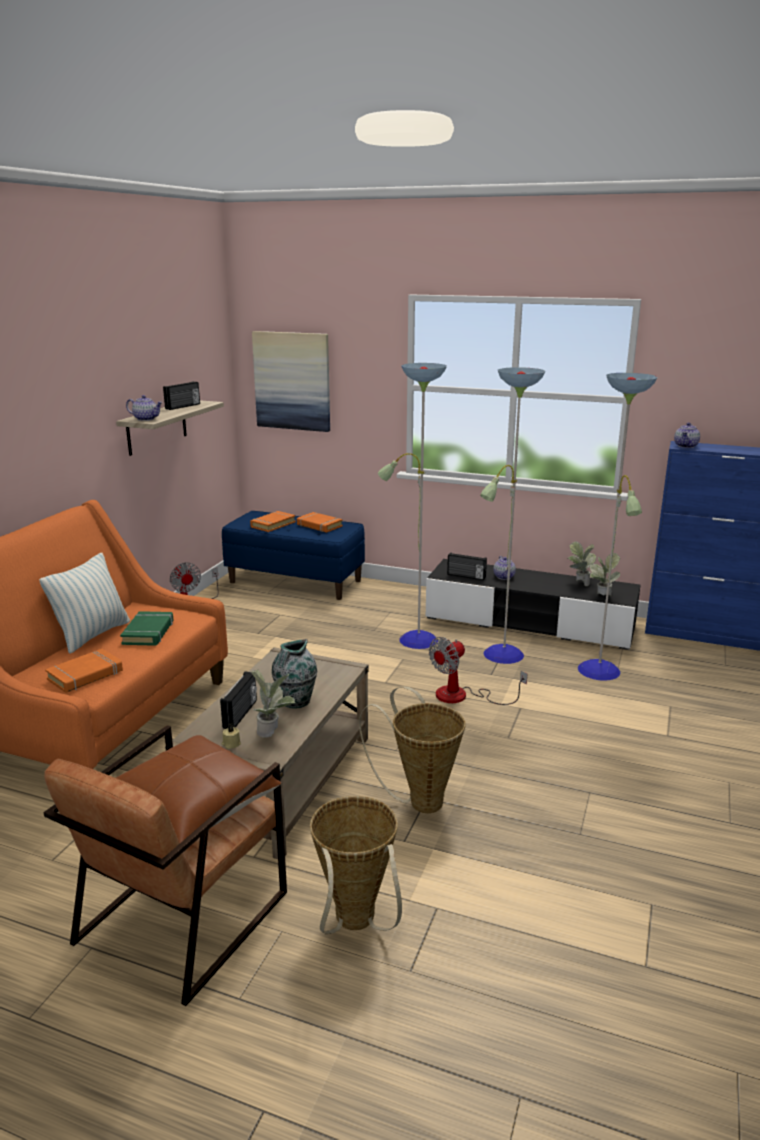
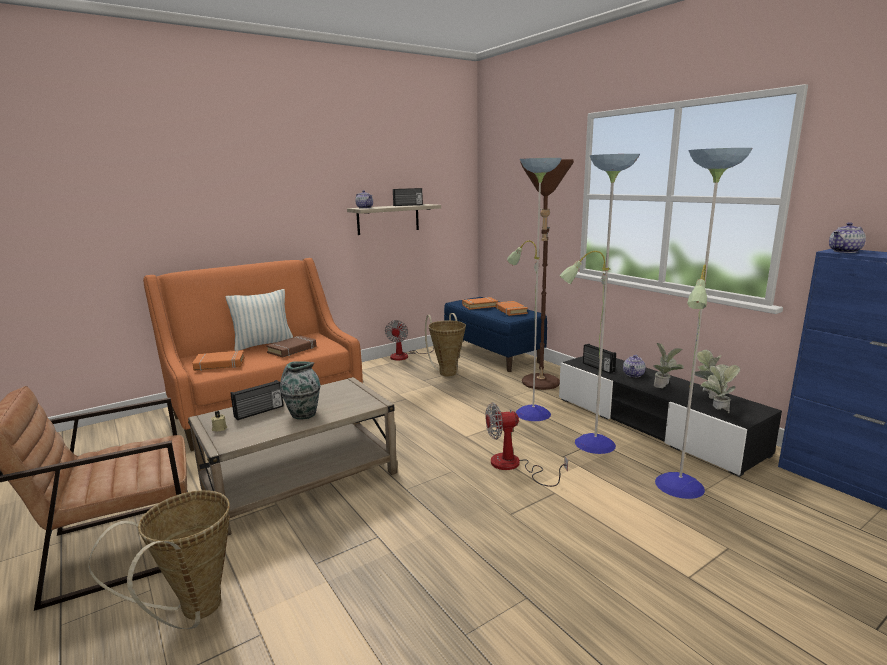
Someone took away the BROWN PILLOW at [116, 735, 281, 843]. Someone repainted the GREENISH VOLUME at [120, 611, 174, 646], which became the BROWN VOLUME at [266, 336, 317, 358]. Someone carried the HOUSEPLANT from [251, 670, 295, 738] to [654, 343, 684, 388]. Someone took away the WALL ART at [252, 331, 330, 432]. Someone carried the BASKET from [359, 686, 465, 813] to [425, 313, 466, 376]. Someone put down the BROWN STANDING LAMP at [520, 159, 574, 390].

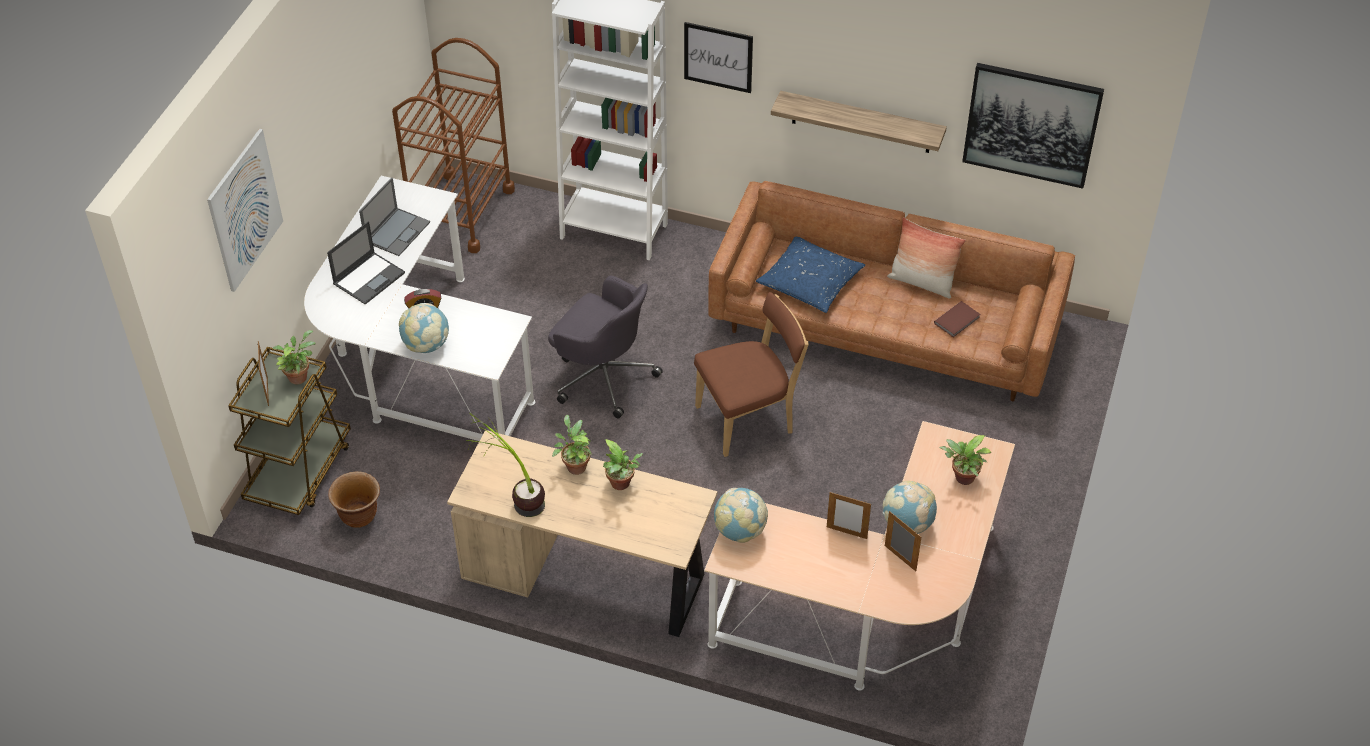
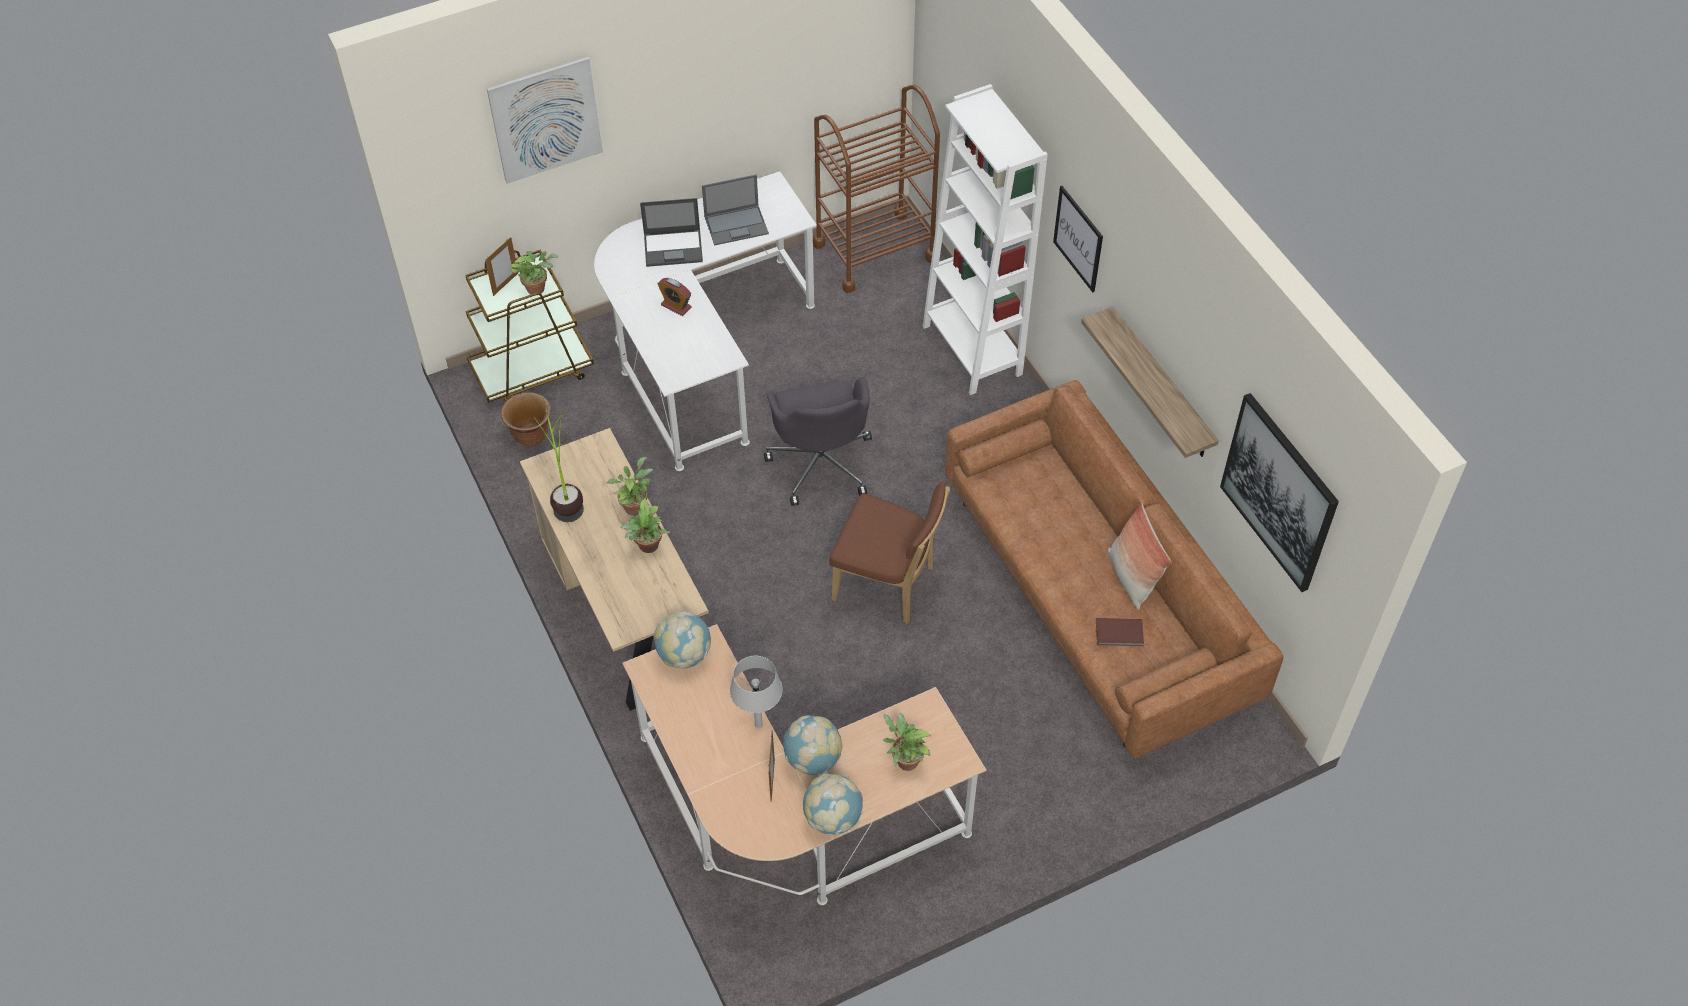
Someone carried the DESK GLOBE from [399, 303, 449, 353] to [803, 774, 863, 836]. Someone took away the BLUISH PILLOW at [756, 237, 865, 313]. Someone swapped the PICTURE FRAME at [827, 492, 871, 539] for the GREY LAMP FOR A TABLE at [730, 656, 783, 728].

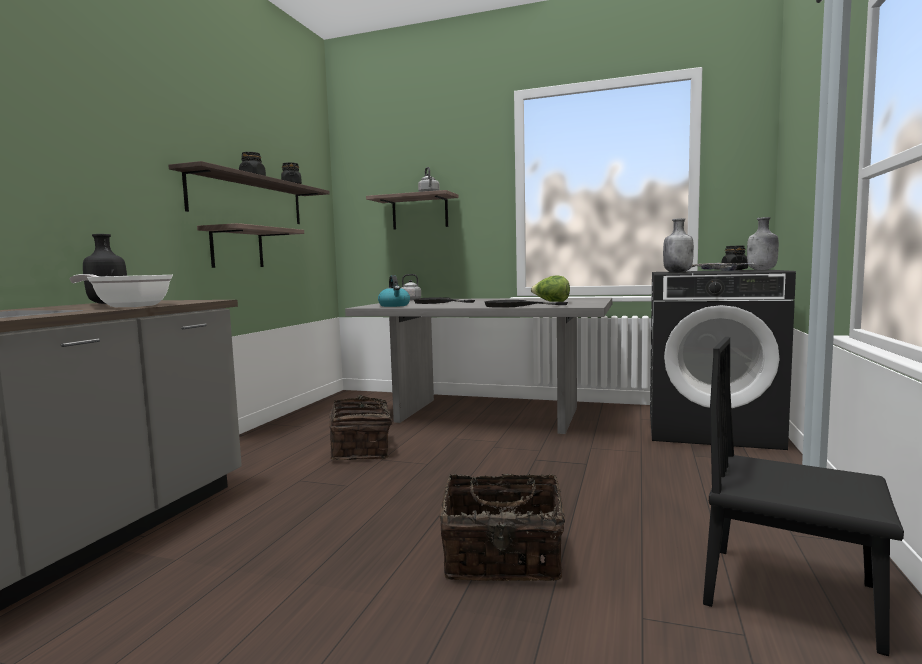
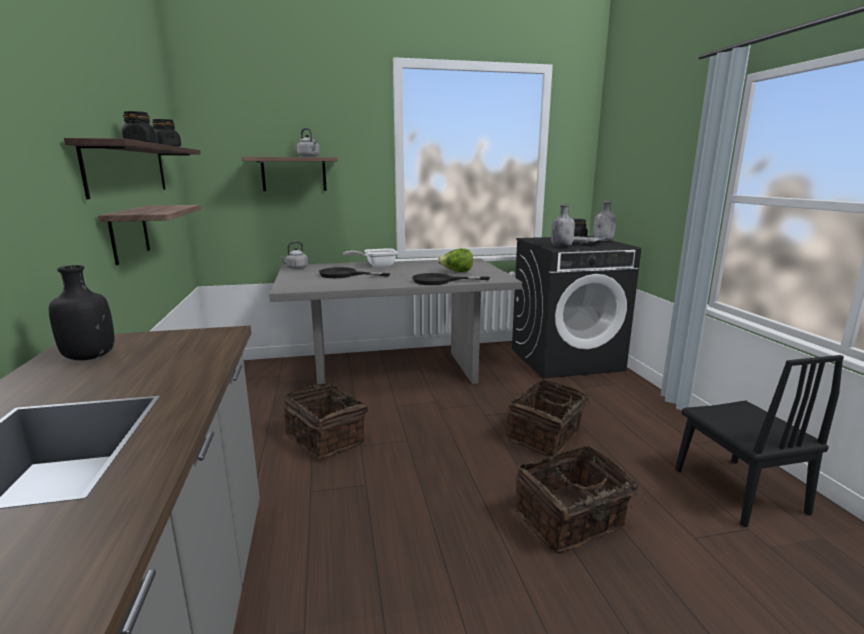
Someone carried the SKILLET from [69, 274, 173, 307] to [343, 248, 398, 268]. Someone took away the KETTLE at [378, 275, 410, 307]. Someone rotated the BLACK CHAIR at [703, 337, 904, 656] by 105 degrees counterclockwise. Someone put down the BASKET at [506, 380, 601, 458].

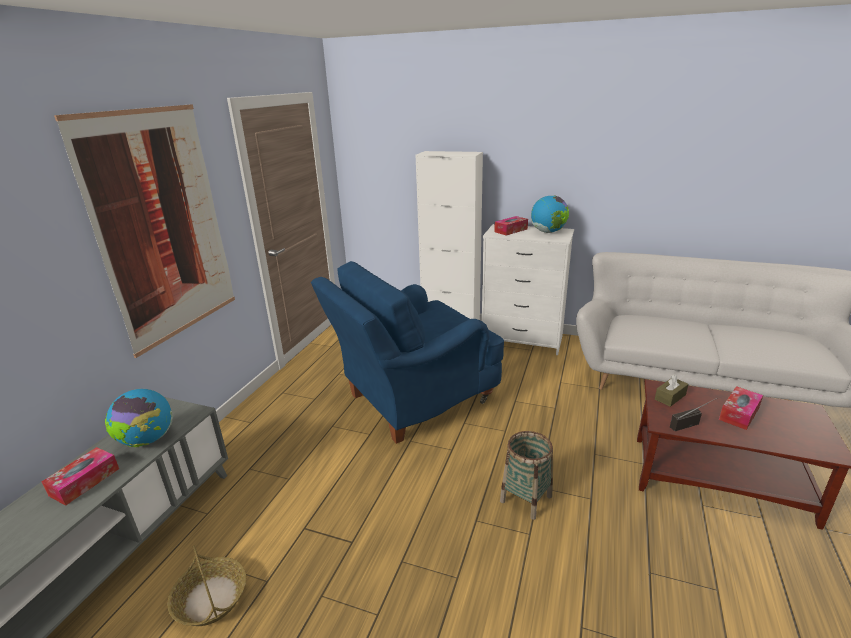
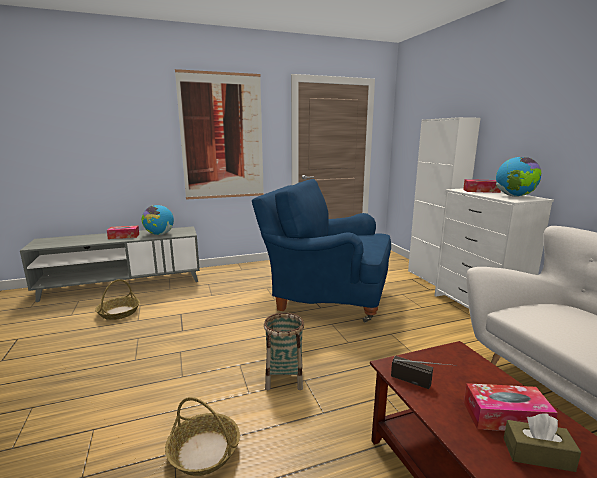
Someone carried the BROWN TISSUE HOLDER from [655, 374, 688, 407] to [504, 413, 581, 472]. Someone put down the BASKET at [165, 397, 240, 476].

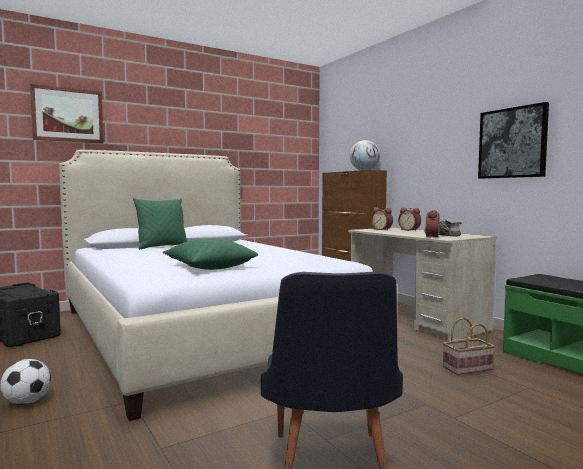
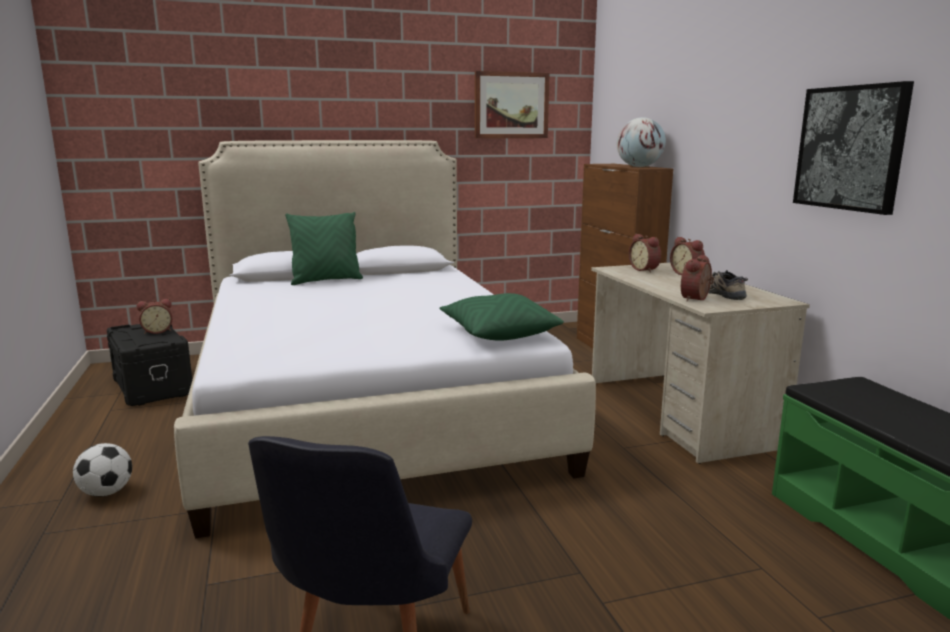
Someone carried the WALL ART from [30, 84, 104, 144] to [475, 71, 549, 138]. Someone carried the GREENISH PILLOW from [163, 238, 258, 270] to [439, 293, 564, 341]. Someone took away the BASKET at [443, 317, 494, 375]. Someone put down the TABLE CLOCK at [137, 299, 172, 334].

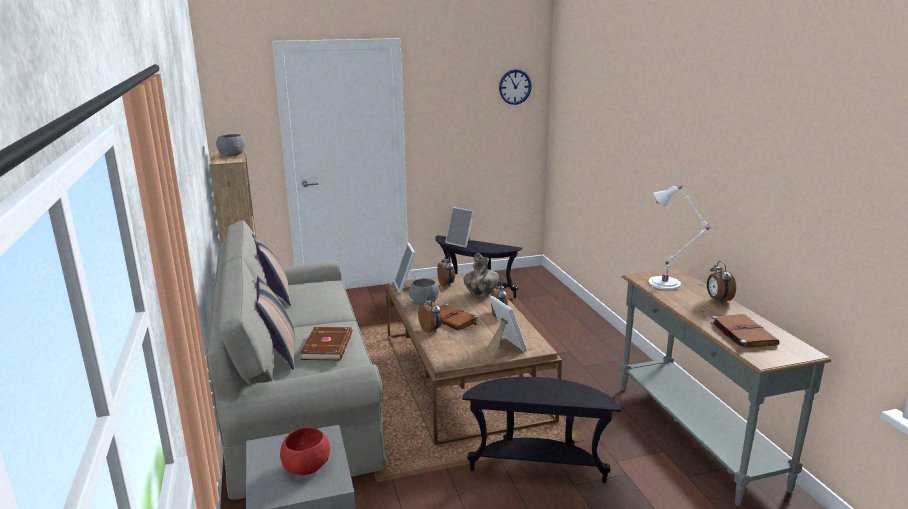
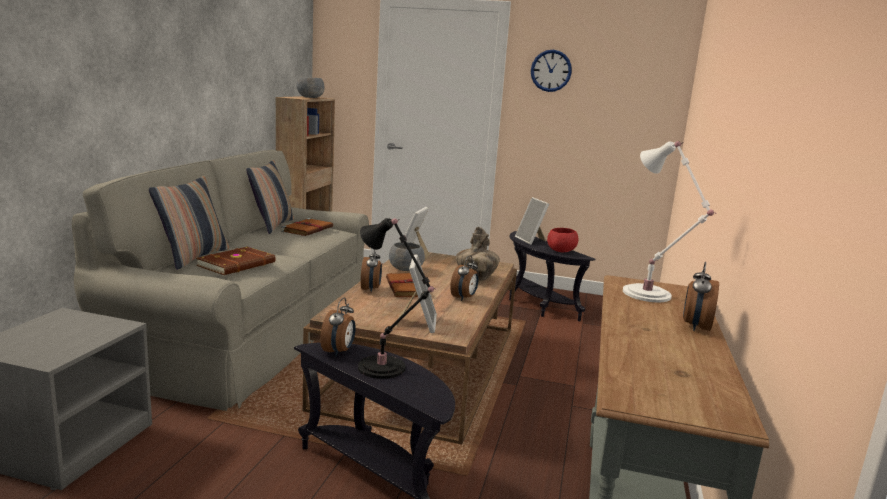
Someone carried the RED BOWL from [280, 427, 330, 475] to [547, 228, 579, 252]. Someone carried the TABLE CLOCK from [437, 254, 455, 287] to [320, 298, 356, 356]. Someone carried the HANGING CLOCK from [499, 69, 532, 105] to [531, 50, 572, 92]. Someone carried the BROWN VOLUME from [711, 314, 779, 349] to [281, 218, 333, 236]. Someone put down the BLACK LAMP FOR A TABLE at [358, 218, 436, 379].

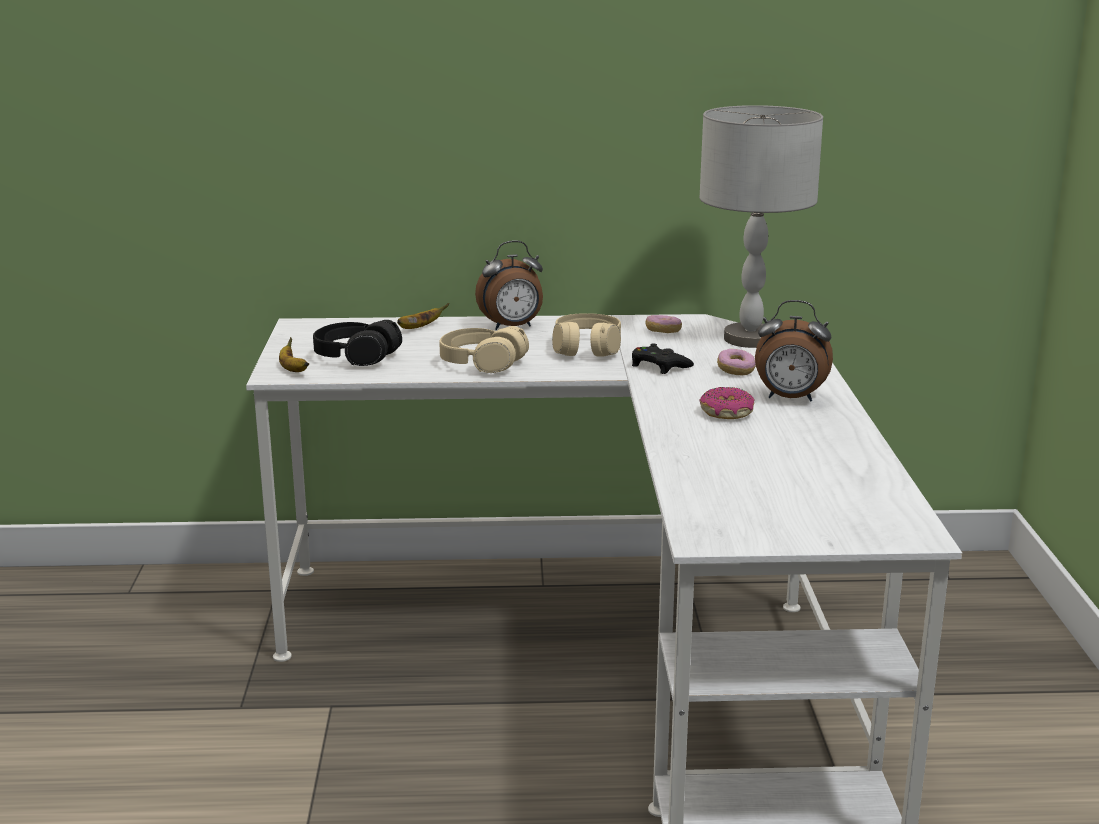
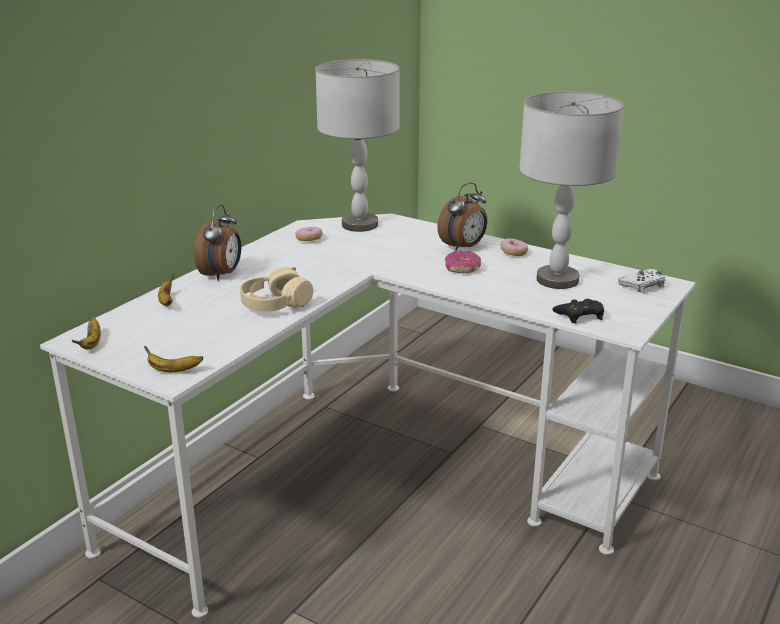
Someone took away the BLACK HEADPHONES at [313, 320, 402, 366]. Someone took away the BEIGE-COLOURED HEADPHONES at [552, 313, 621, 357]. Someone carried the BLACK GAMEPAD from [632, 343, 694, 374] to [553, 299, 604, 324]. Someone carried the DONUT from [717, 349, 756, 375] to [501, 238, 528, 256]. Someone put down the BANANA FRUIT at [72, 317, 101, 349]. Someone put down the GREY LAMP FOR A TABLE at [519, 91, 624, 289]. Someone put down the WHITE-COLOURED GAMEPAD at [618, 269, 666, 293].

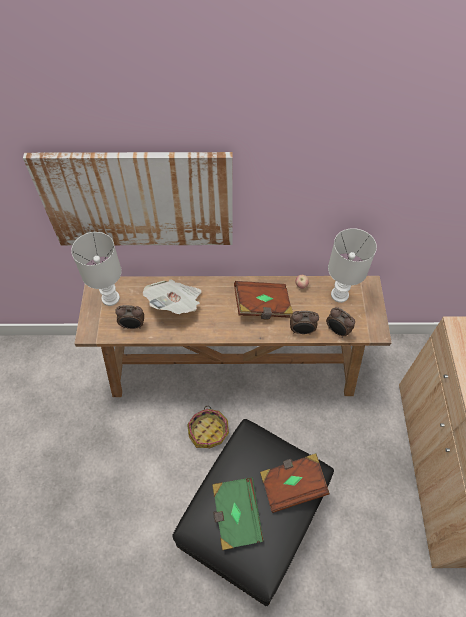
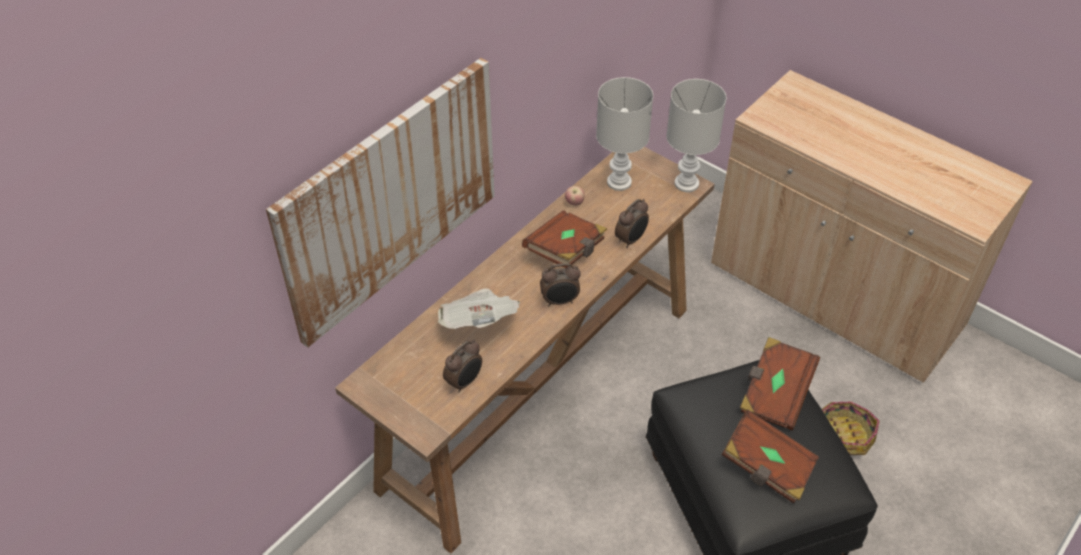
Someone carried the WHITE-COLOURED LAMP FOR A TABLE from [71, 232, 122, 306] to [666, 79, 726, 192]. Someone carried the BASKET from [187, 406, 229, 448] to [822, 402, 880, 455]. Someone repainted the GREENISH VOLUME at [212, 477, 264, 550], which became the BROWN VOLUME at [722, 410, 819, 503]. Someone carried the TABLE CLOCK from [326, 307, 355, 338] to [540, 263, 581, 306].

